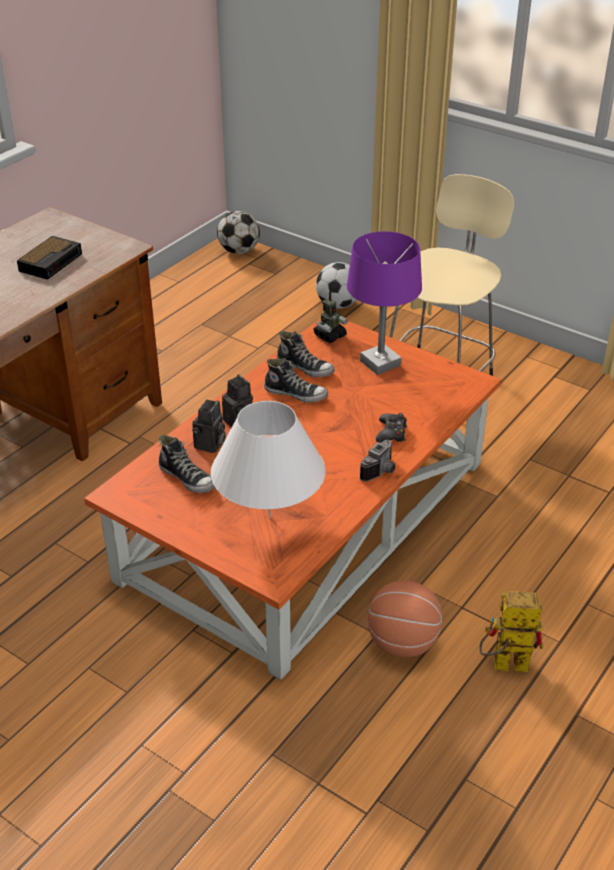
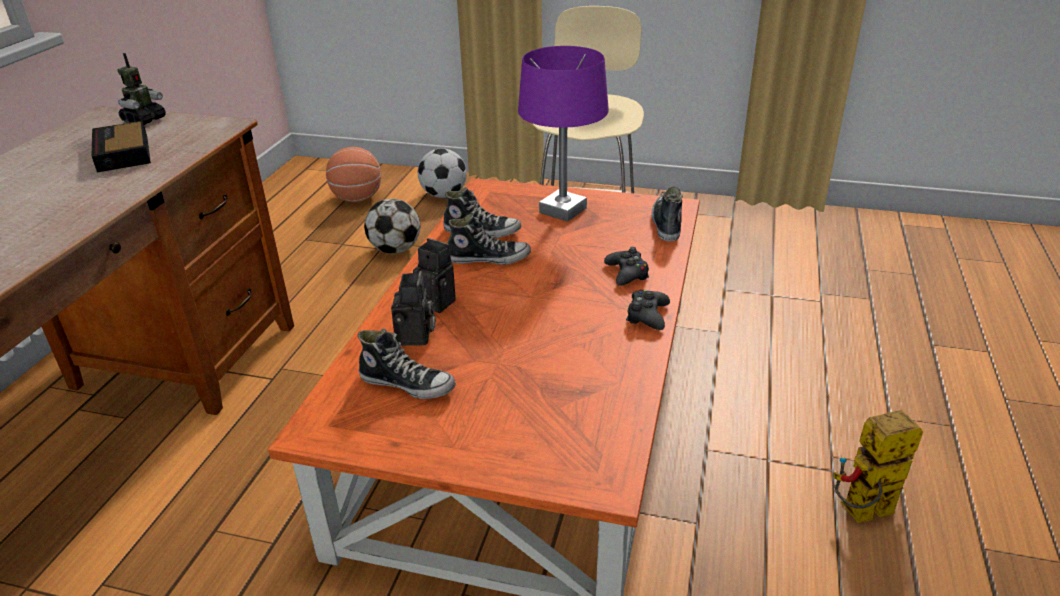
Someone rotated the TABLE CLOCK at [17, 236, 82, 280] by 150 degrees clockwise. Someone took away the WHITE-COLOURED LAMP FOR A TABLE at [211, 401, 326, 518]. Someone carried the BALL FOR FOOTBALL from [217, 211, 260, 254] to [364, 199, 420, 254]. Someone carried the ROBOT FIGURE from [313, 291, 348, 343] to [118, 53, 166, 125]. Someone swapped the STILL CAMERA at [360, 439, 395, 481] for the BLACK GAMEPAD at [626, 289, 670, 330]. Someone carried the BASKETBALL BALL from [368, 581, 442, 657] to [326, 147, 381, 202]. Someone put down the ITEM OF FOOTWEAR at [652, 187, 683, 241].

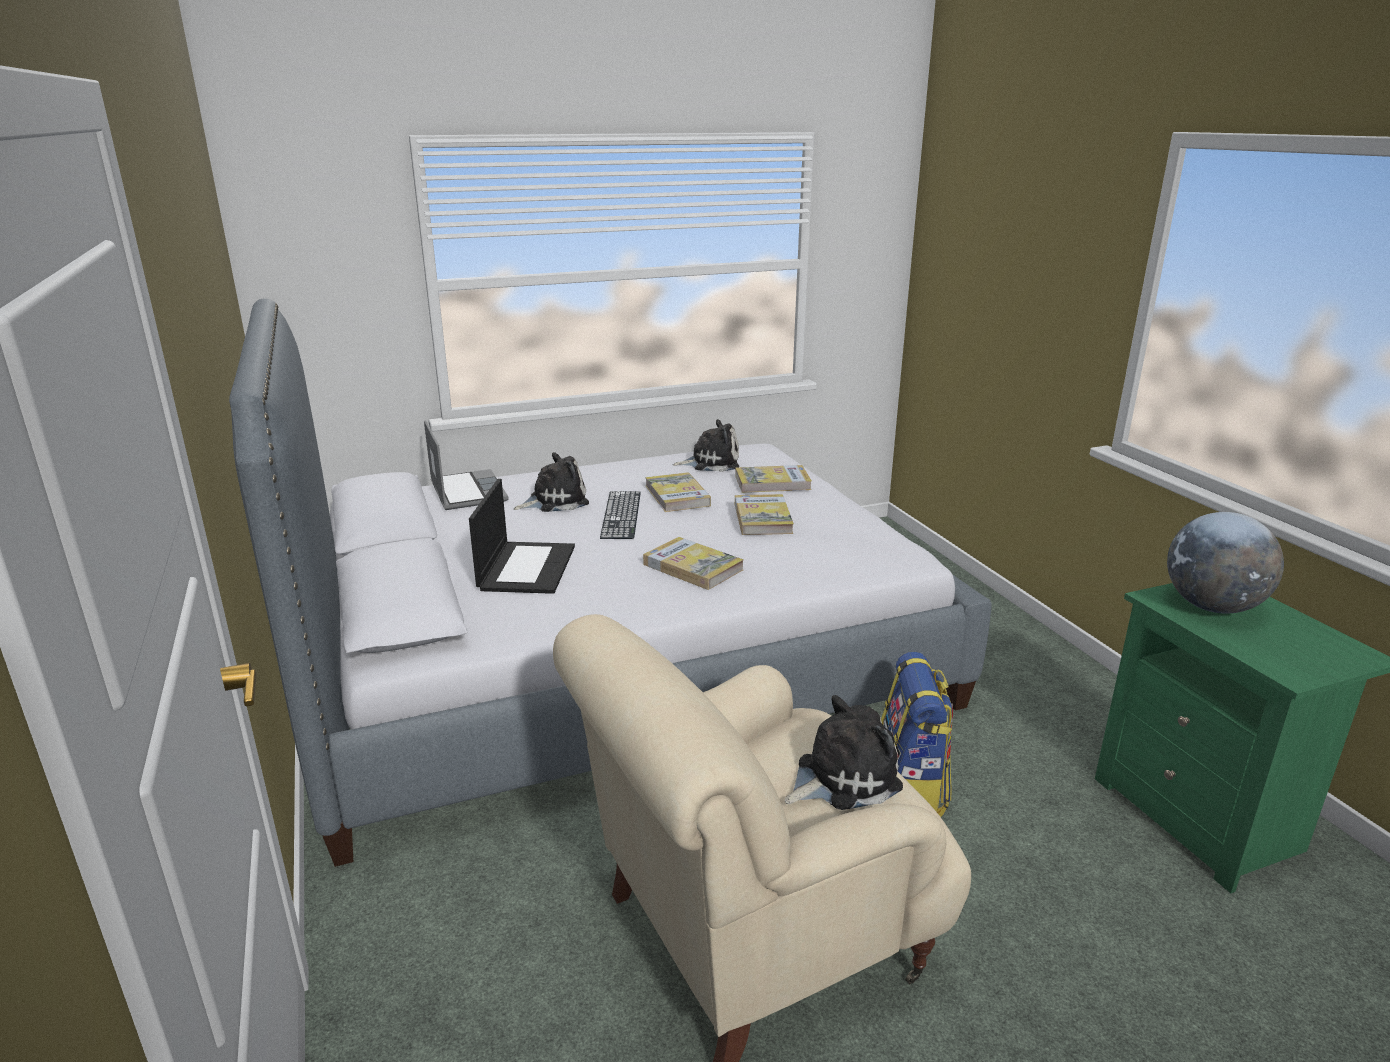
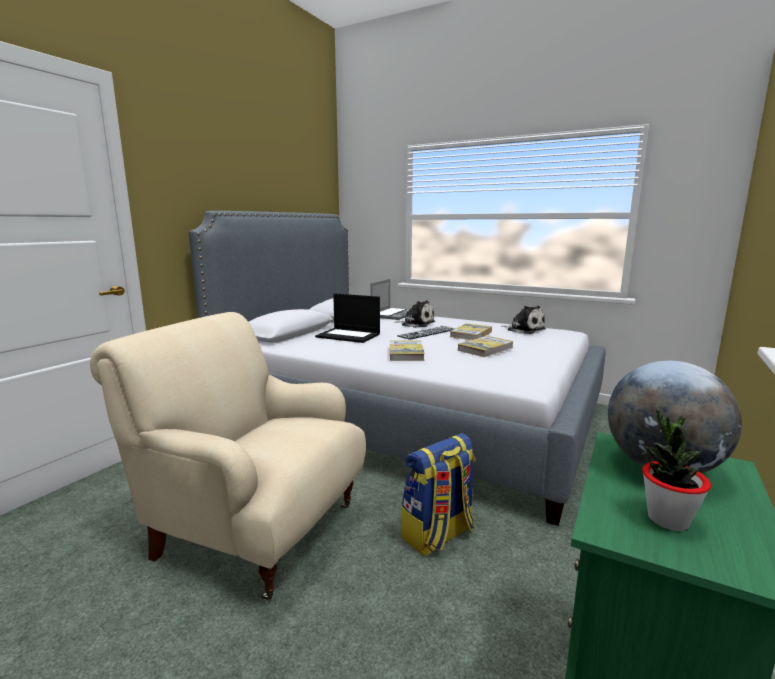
Someone rotated the PORTABLE COMPUTER at [469, 479, 575, 594] by 60 degrees clockwise. Someone took away the VOLUME at [735, 465, 812, 493]. Someone took away the SOFT TOY at [785, 695, 903, 810]. Someone put down the HOUSEPLANT at [642, 408, 711, 531].

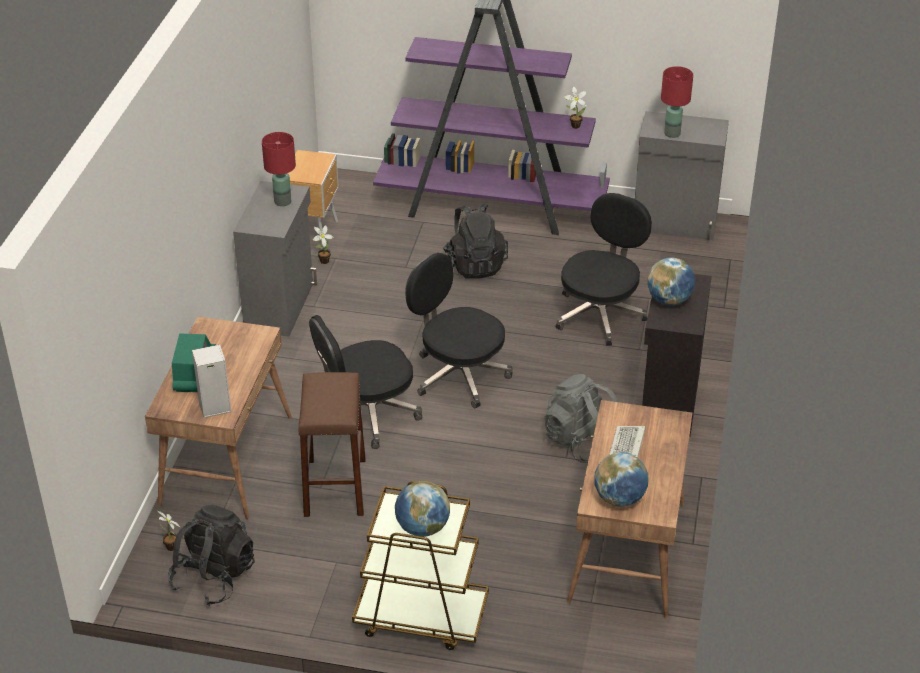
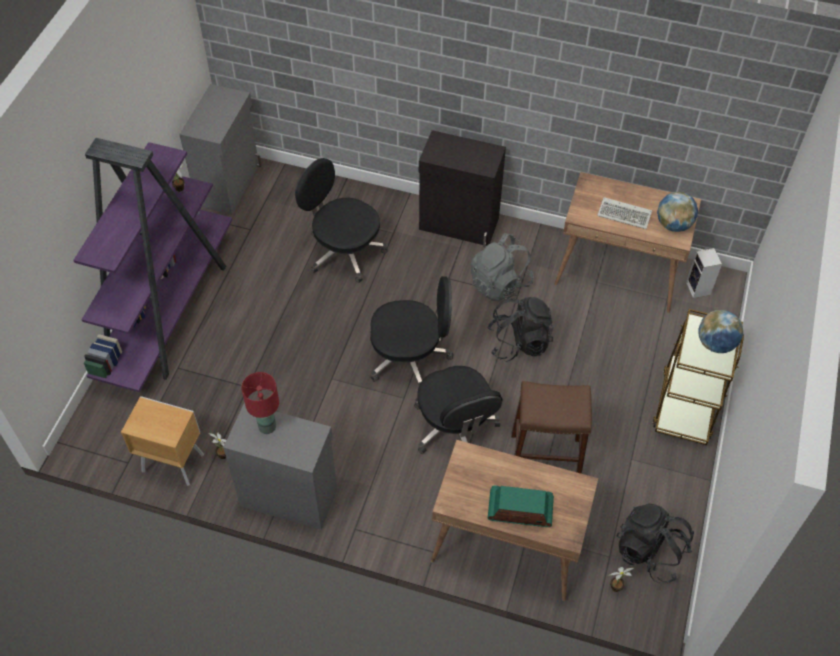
Someone carried the AUDIO SPEAKER from [192, 344, 231, 418] to [686, 248, 722, 298]. Someone rotated the BLACK DESK CHAIR at [405, 253, 513, 409] by 135 degrees counterclockwise. Someone carried the BLACK KNAPSACK from [443, 203, 508, 279] to [487, 297, 554, 361]. Someone took away the DESK GLOBE at [647, 257, 695, 306]. Someone took away the RED LAMP FOR A TABLE at [661, 66, 693, 138].

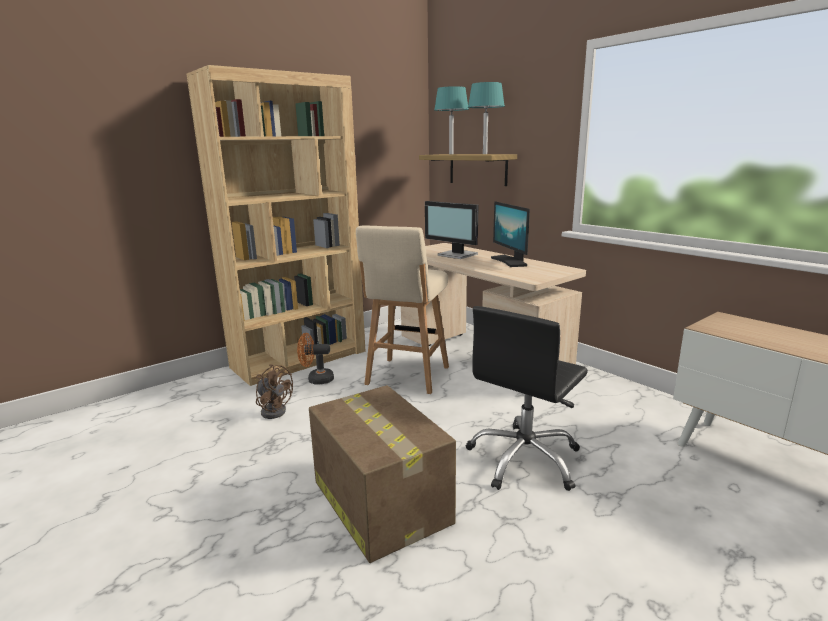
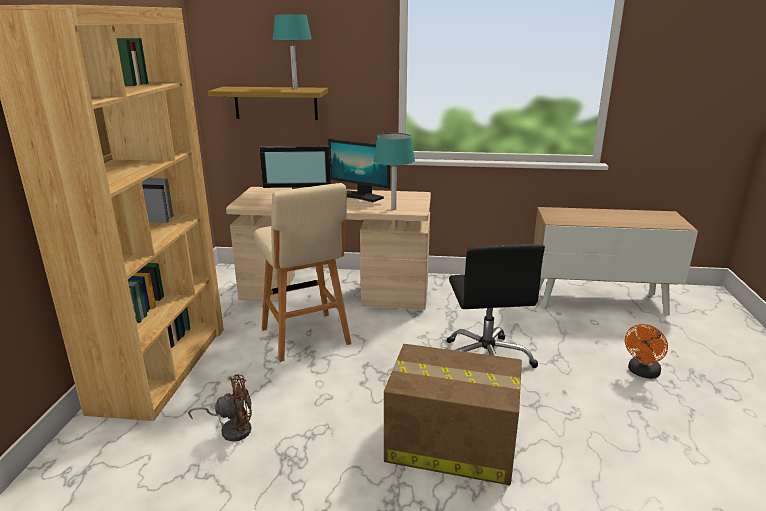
Someone carried the ORANGEY ELECTRIC FAN from [297, 333, 334, 384] to [625, 324, 668, 379]. Someone carried the BLUE-GREEN LAMP FOR A TABLE from [434, 86, 469, 154] to [373, 133, 415, 210].

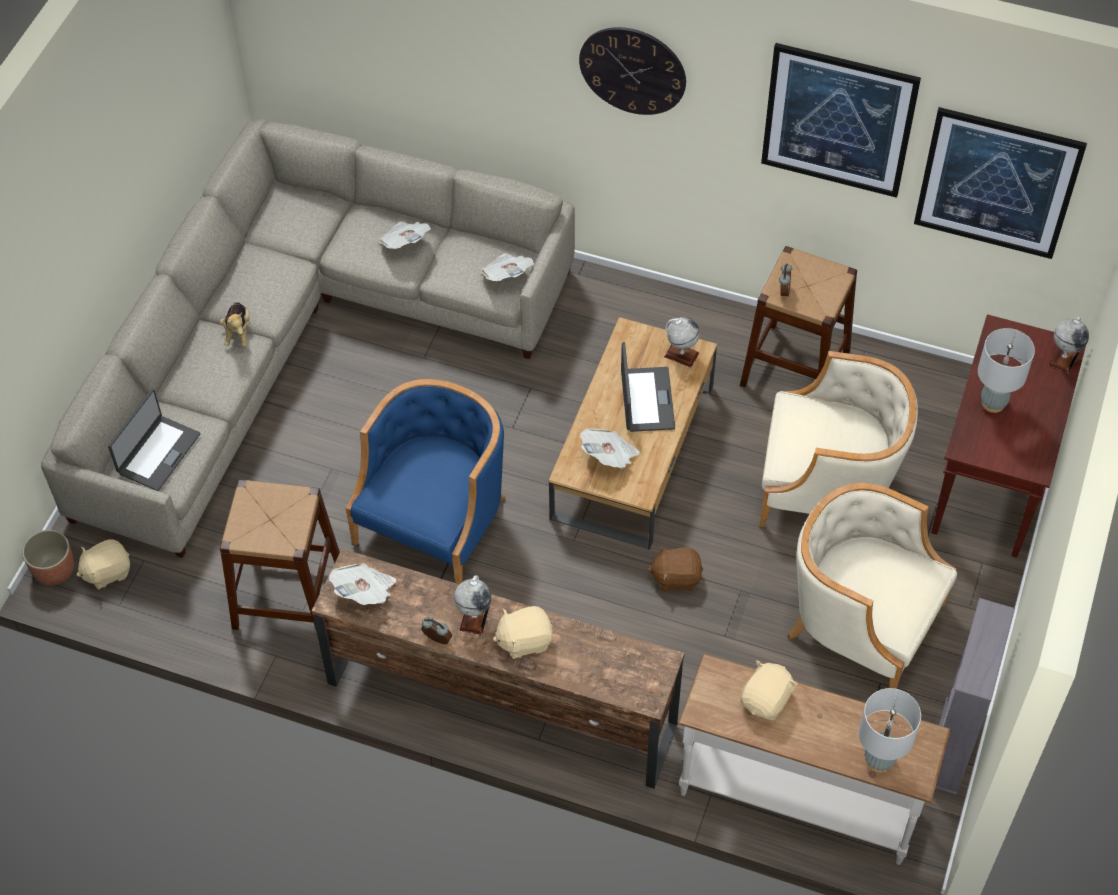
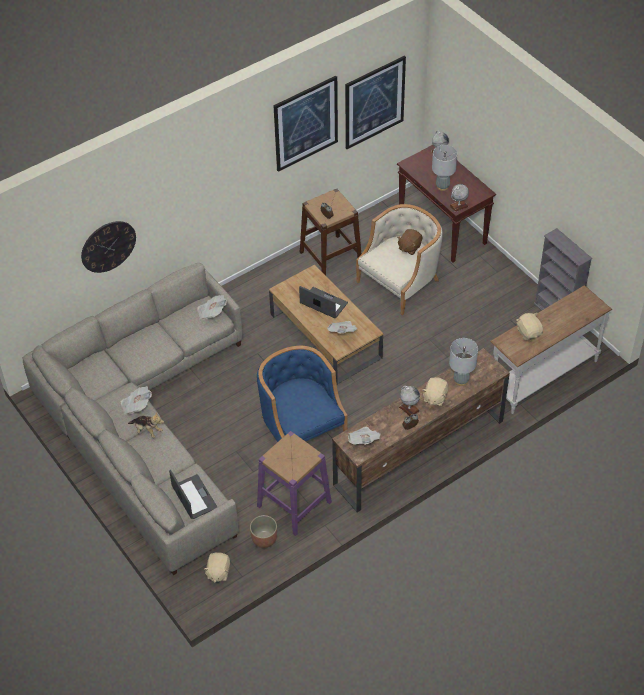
Someone carried the PLANT POT from [22, 530, 74, 585] to [250, 515, 277, 548]. Someone repainted the BROWN STOOL at [220, 480, 340, 632], which became the PURPLE-COLOURED STOOL at [257, 431, 332, 536]. Someone carried the DAILY PAPER from [379, 222, 431, 249] to [120, 386, 152, 415]. Someone carried the HANGING CLOCK from [579, 27, 686, 115] to [81, 221, 136, 273]. Someone carried the BROWN SOFT TOY from [648, 545, 703, 591] to [397, 229, 422, 255]. Someone carried the DESK GLOBE from [664, 317, 700, 367] to [449, 184, 469, 212]. Someone took away the BEIGE-COLOURED ARMCHAIR at [787, 483, 957, 689]. Someone carried the GREY LAMP FOR A TABLE from [859, 688, 921, 773] to [449, 338, 478, 386].

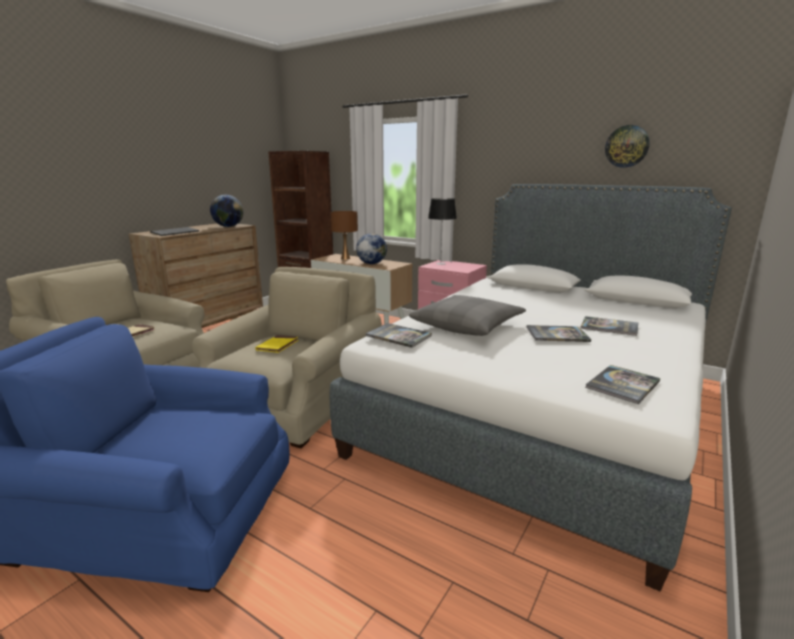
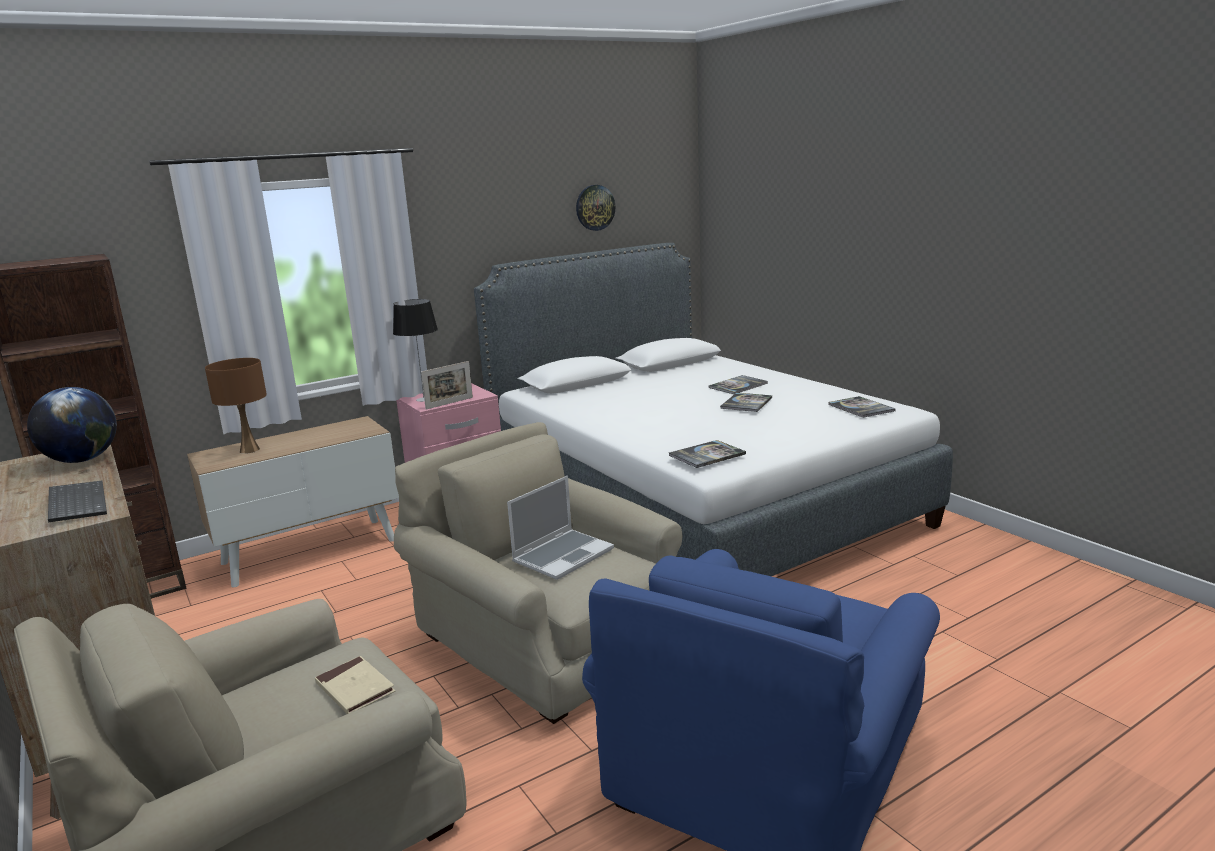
Someone swapped the YELLOW VOLUME at [255, 335, 298, 353] for the PORTABLE COMPUTER at [507, 476, 614, 580]. Someone took away the DESK GLOBE at [356, 233, 387, 264]. Someone took away the GREY PILLOW at [409, 295, 526, 336]. Someone put down the PICTURE FRAME at [421, 361, 473, 409].

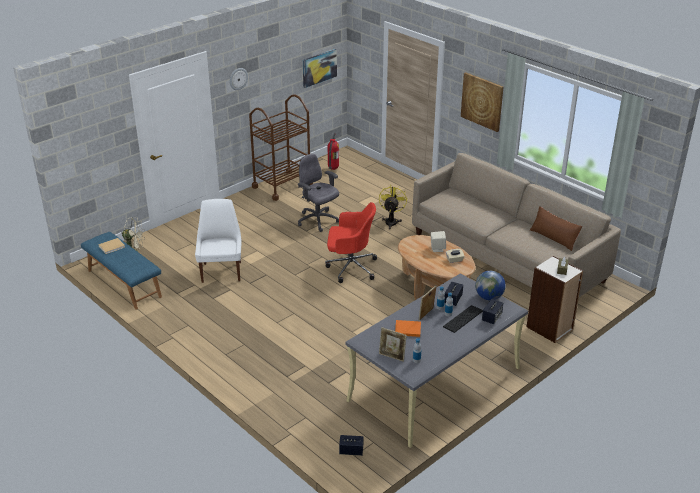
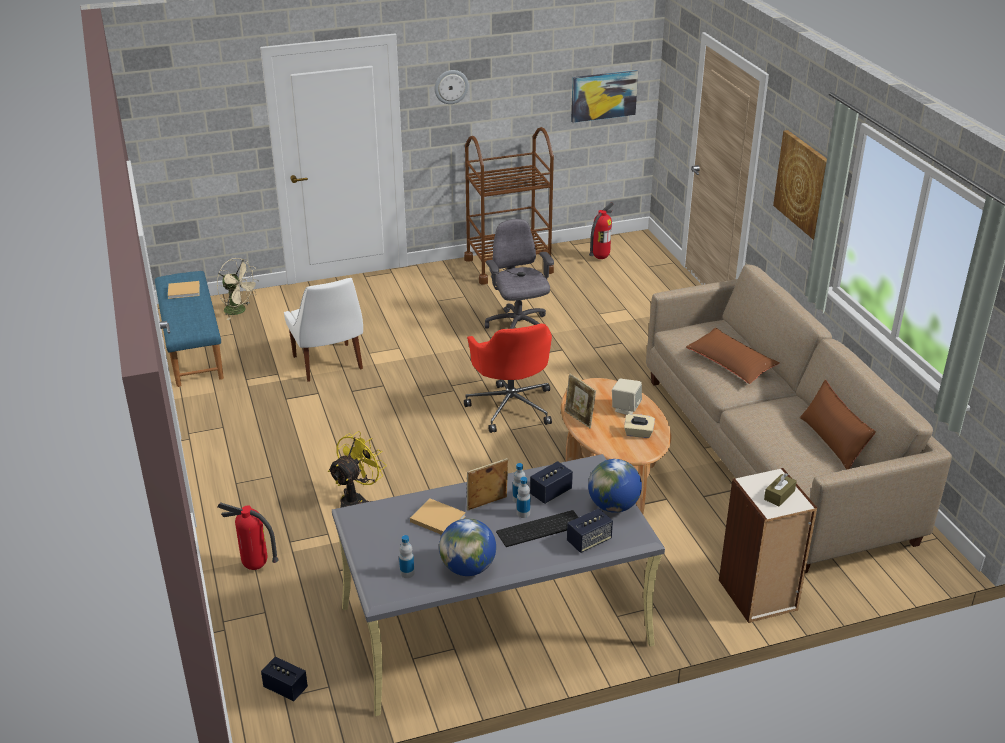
Someone rotated the WHITE-COLOURED CHAIR at [195, 199, 242, 283] by 135 degrees clockwise. Someone rotated the RED DESK CHAIR at [325, 202, 377, 283] by 45 degrees clockwise. Someone carried the YELLOW ELECTRIC FAN from [379, 184, 407, 229] to [328, 431, 386, 508]. Someone carried the PICTURE FRAME from [379, 327, 407, 362] to [565, 374, 596, 428]. Someone repainted the ORANGEY VOLUME at [395, 320, 421, 337], which became the BEIGE-COLOURED VOLUME at [410, 499, 466, 535]. Someone put down the FIRE-FIGHTING CYLINDER at [217, 502, 278, 570]. Someone put down the DESK GLOBE at [439, 518, 496, 576]. Someone put down the BROWN PILLOW at [686, 328, 780, 384].

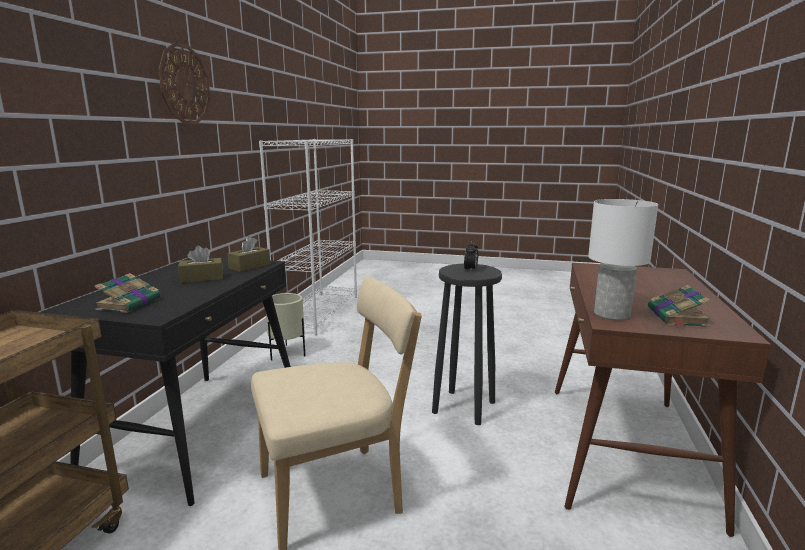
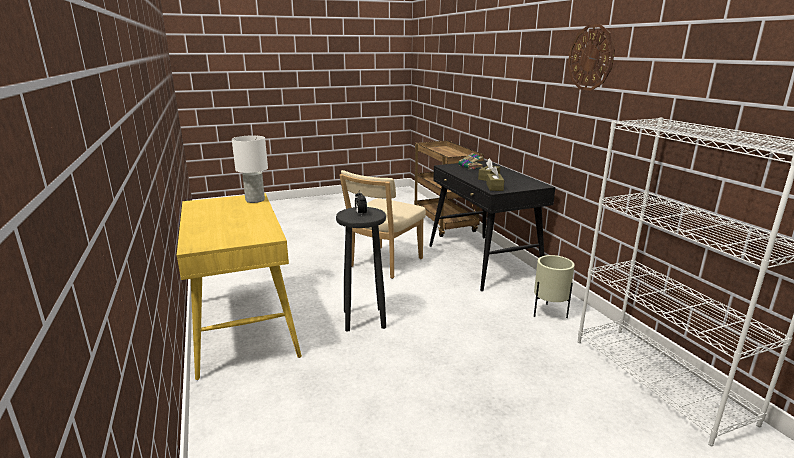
Someone repainted the BROWN DESK at [555, 263, 771, 537], which became the YELLOW DESK at [177, 193, 302, 380]. Someone took away the VOLUME at [648, 285, 710, 327].

